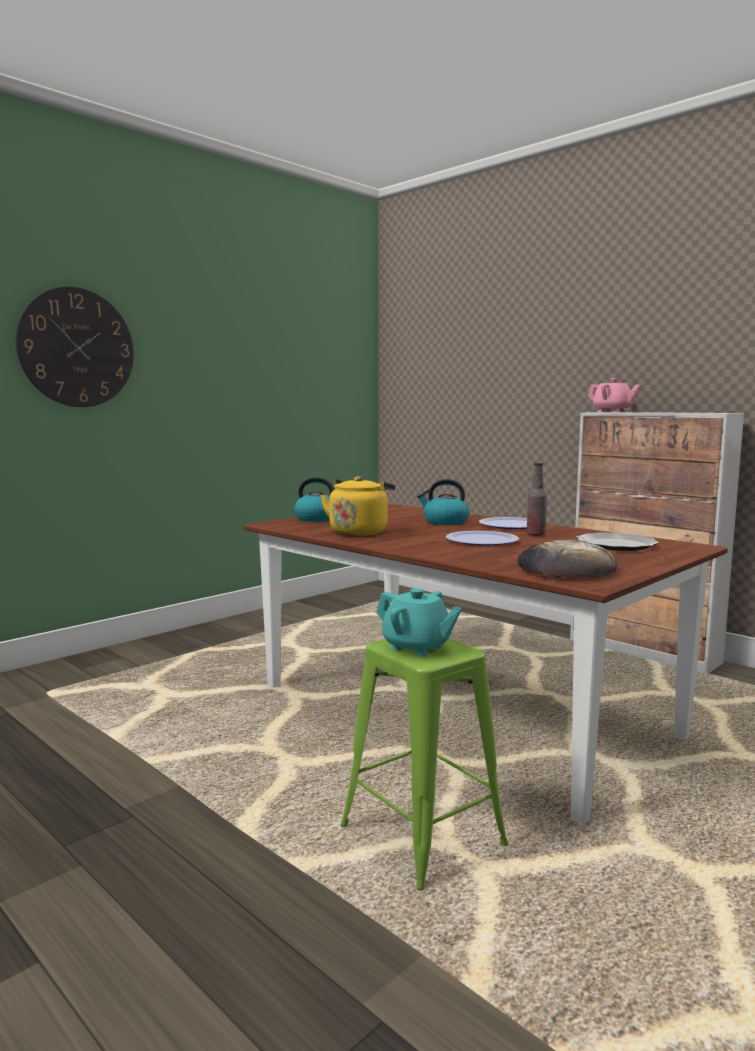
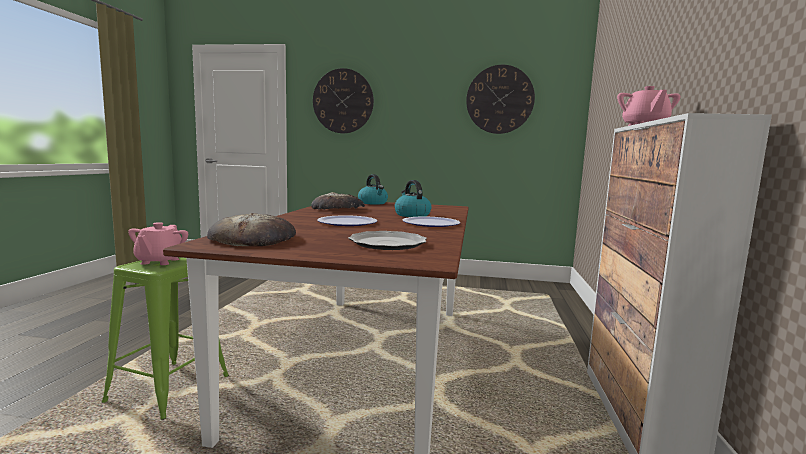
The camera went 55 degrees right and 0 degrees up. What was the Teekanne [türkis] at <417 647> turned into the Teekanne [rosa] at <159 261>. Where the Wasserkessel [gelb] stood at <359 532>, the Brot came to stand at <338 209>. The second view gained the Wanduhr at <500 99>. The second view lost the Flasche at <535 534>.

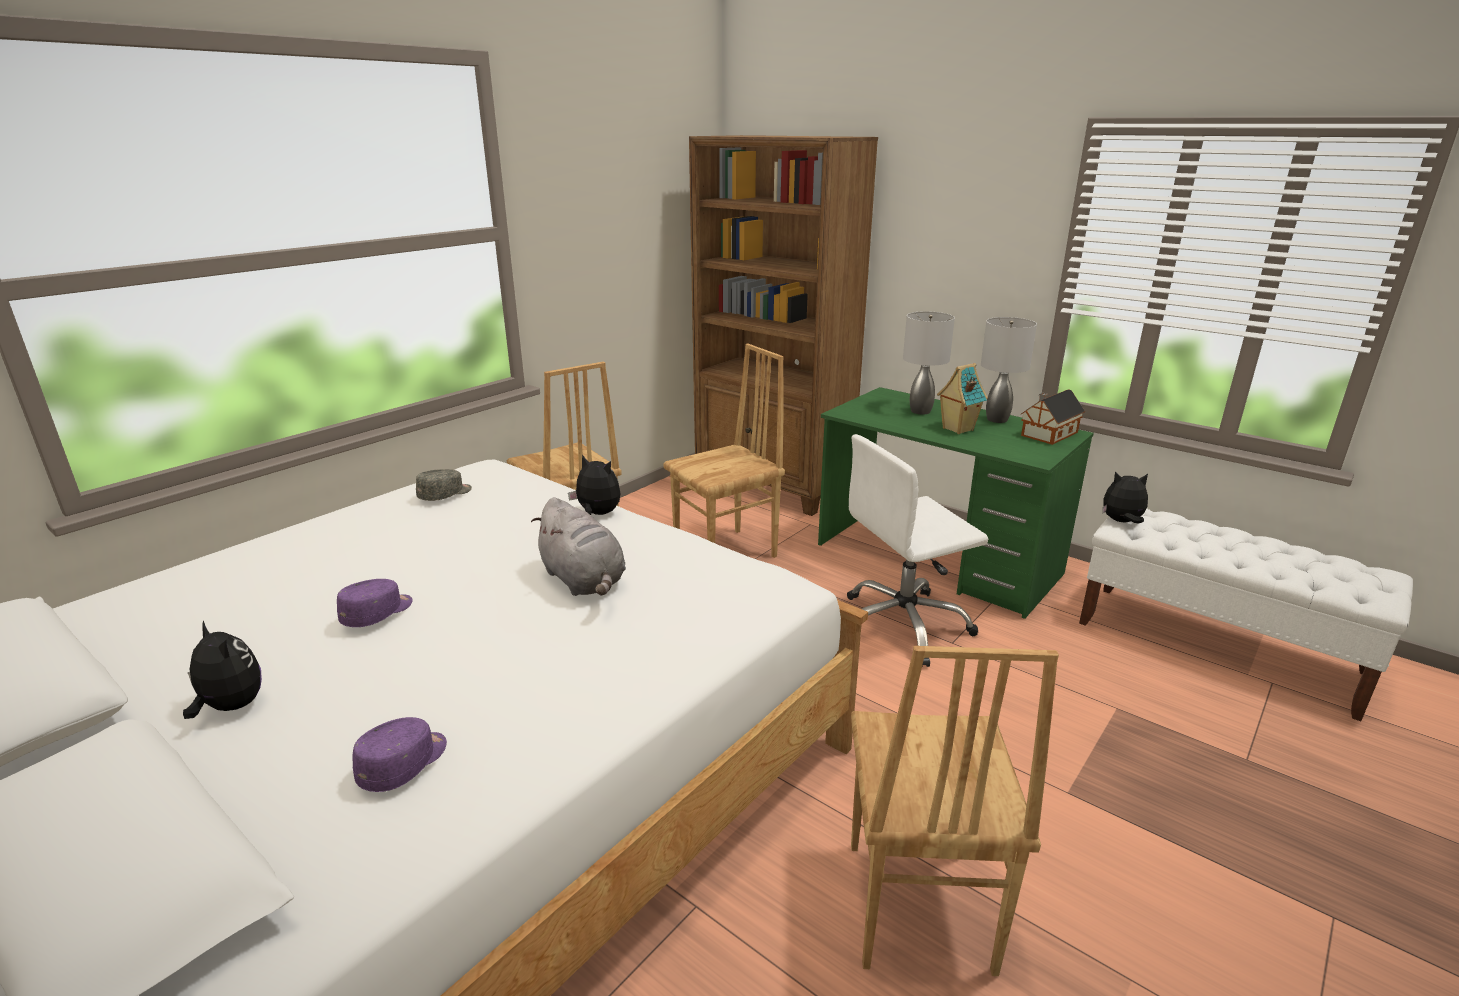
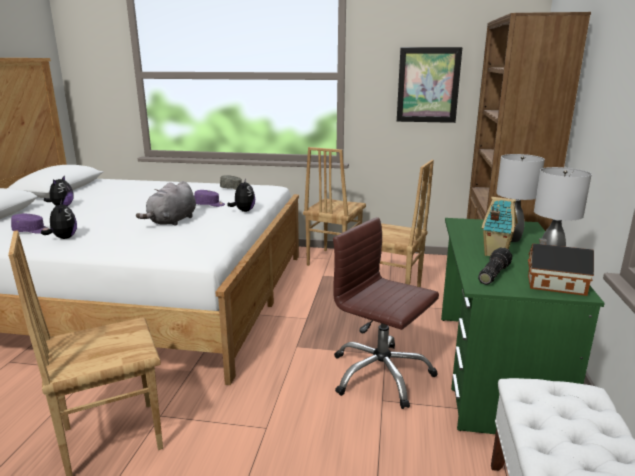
The camera went 60 degrees right and 5 degrees down. The Plüschtier ended up elsewhere, having gone from <1121 522> to <63 238>. The Kappe [lila] ended up elsewhere, having gone from <378 613> to <209 204>. What was the Bürostuhl [weiß] at <903 626> turned into the Bürostuhl [braun] at <380 374>. The second view gained the Bild at <428 85>. The second view gained the Taschenlampe at <492 274>.

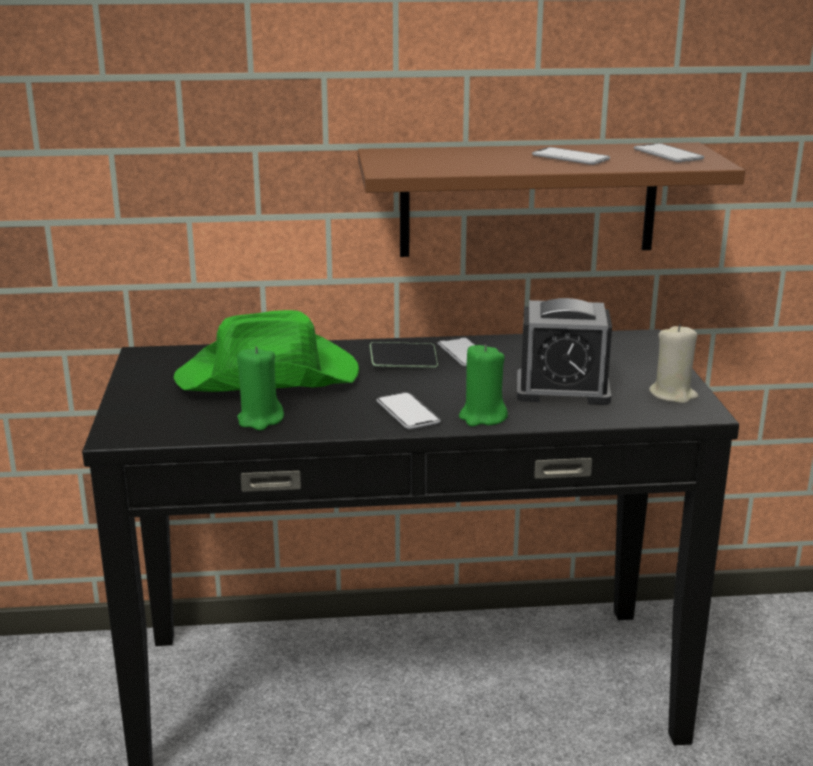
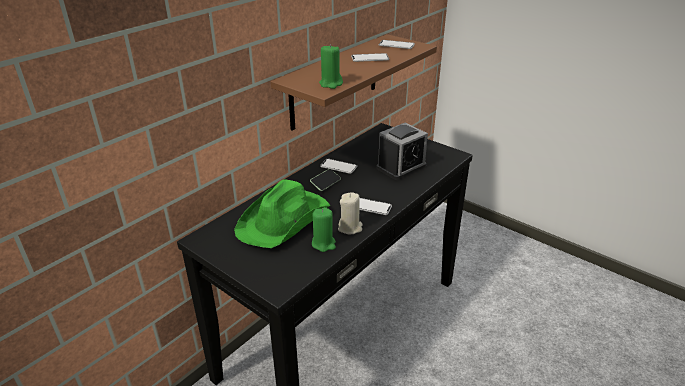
The camera went 45 degrees left and 10 degrees up. The Kerze [grün] ended up elsewhere, having gone from <482 417> to <331 84>. The Kerze [beige] ended up elsewhere, having gone from <673 394> to <350 227>.

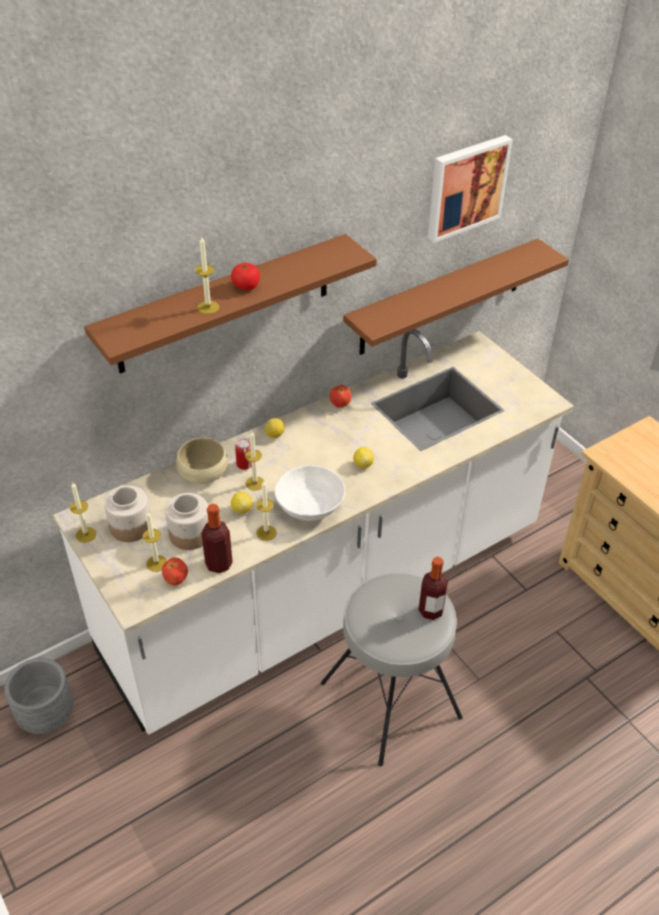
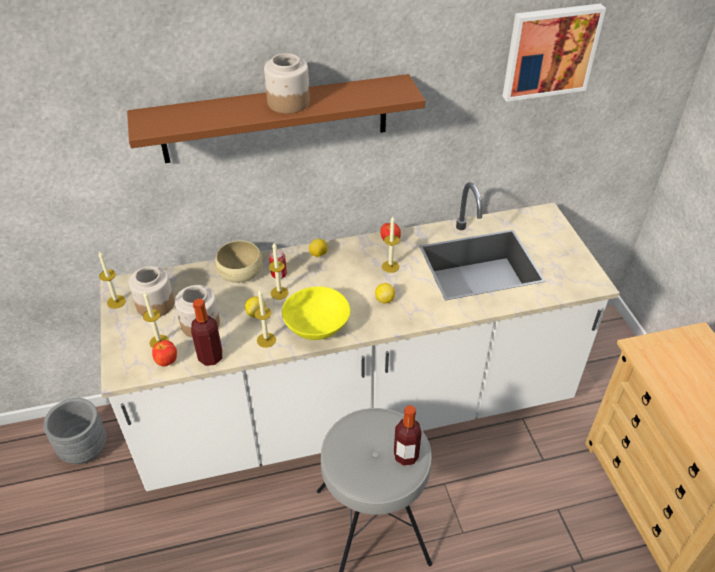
The camera went 20 degrees right and 0 degrees up. Where the Tomate stood at <246 286>, the Vorratsglas came to stand at <288 102>. What was the Schüssel [weiß] at <310 507> turned into the Schüssel [gelb] at <317 327>. The Kerze ended up elsewhere, having gone from <208 307> to <390 266>. The second view lost the Wandregal [braun] at <442 297>.

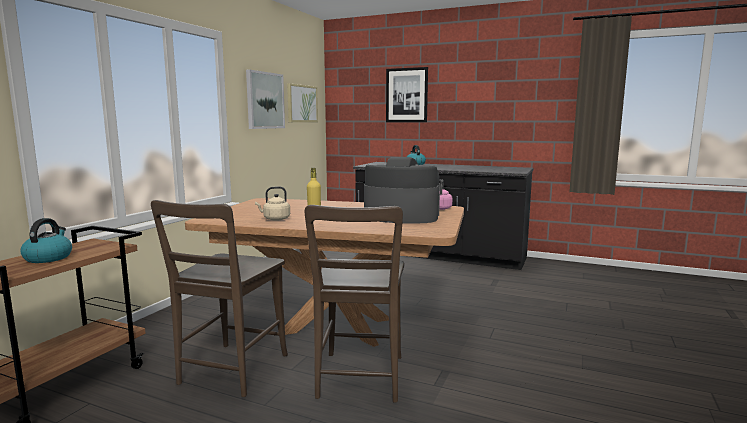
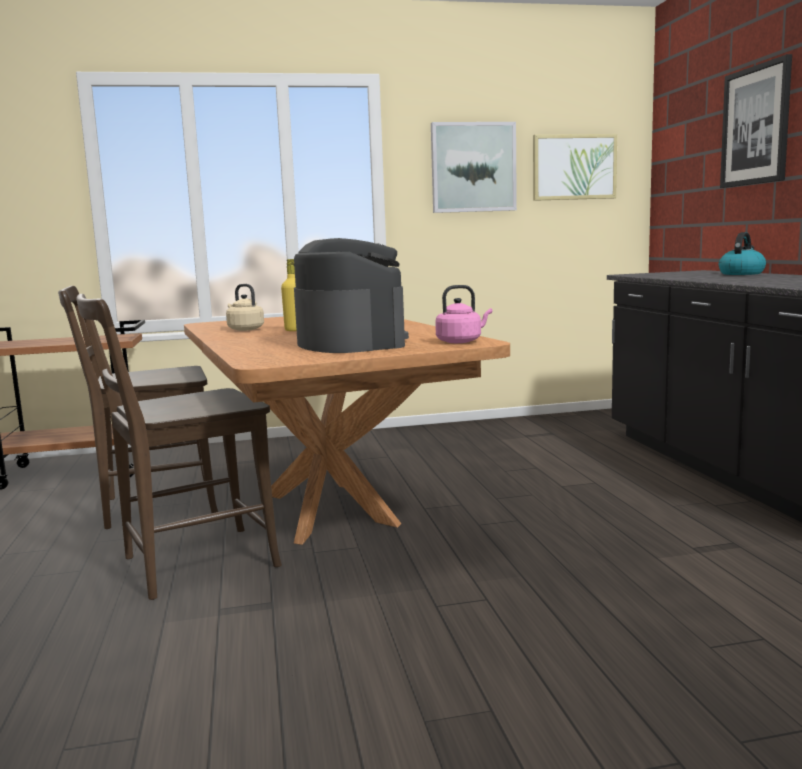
The camera went 55 degrees right and 0 degrees up. The second view lost the Wasserkessel at <48 258>.

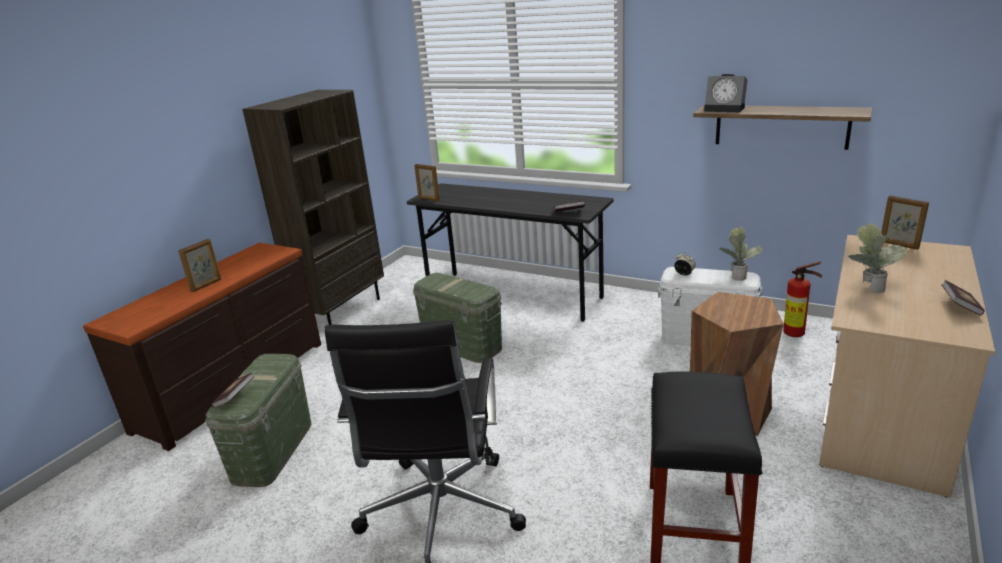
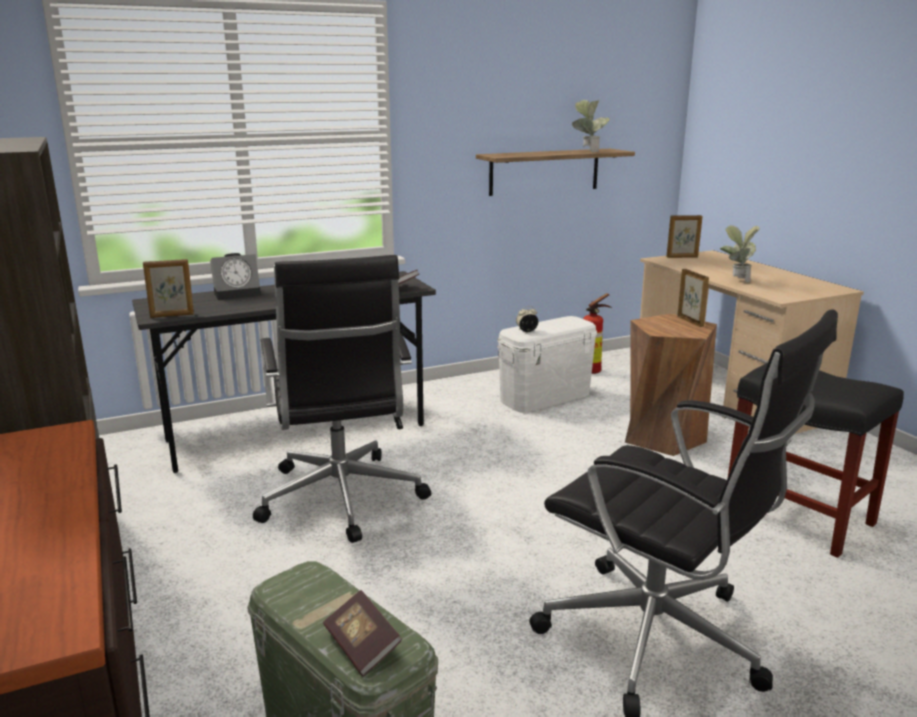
The camera went 55 degrees left and 5 degrees down. The Wecker ended up elsewhere, having gone from <726 109> to <238 293>. Where the Aufbewahrungsbox [grün] stood at <461 345>, the Bürostuhl [schwarz] came to stand at <341 500>. The Topfpflanze ended up elsewhere, having gone from <737 276> to <587 151>. The Bilderrahmen ended up elsewhere, having gone from <206 285> to <690 321>. The second view lost the Buch at <960 306>.

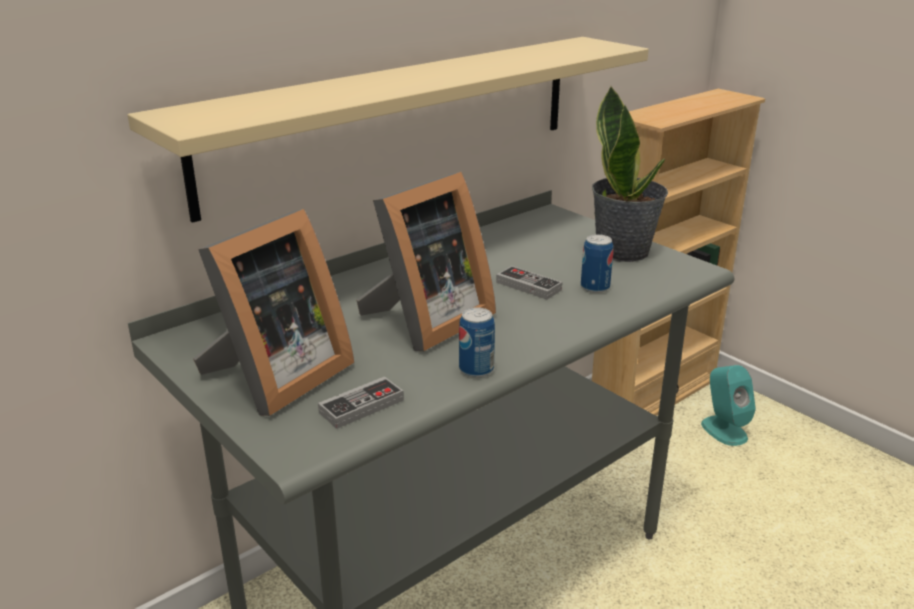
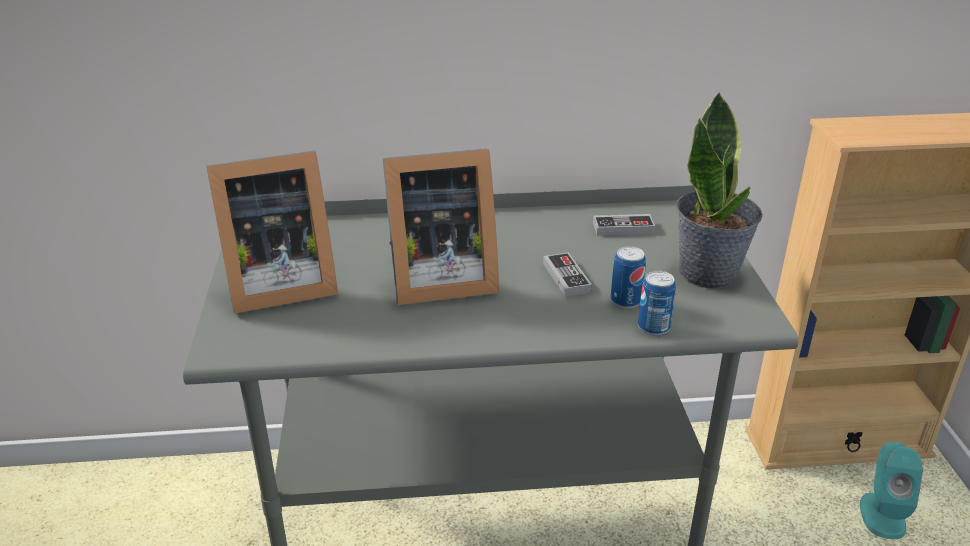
The camera went 35 degrees right and 5 degrees up. The Gamepad ended up elsewhere, having gone from <361 406> to <623 228>. The Dose ended up elsewhere, having gone from <476 369> to <653 327>. The second view lost the Wandregal [beige] at <398 119>.

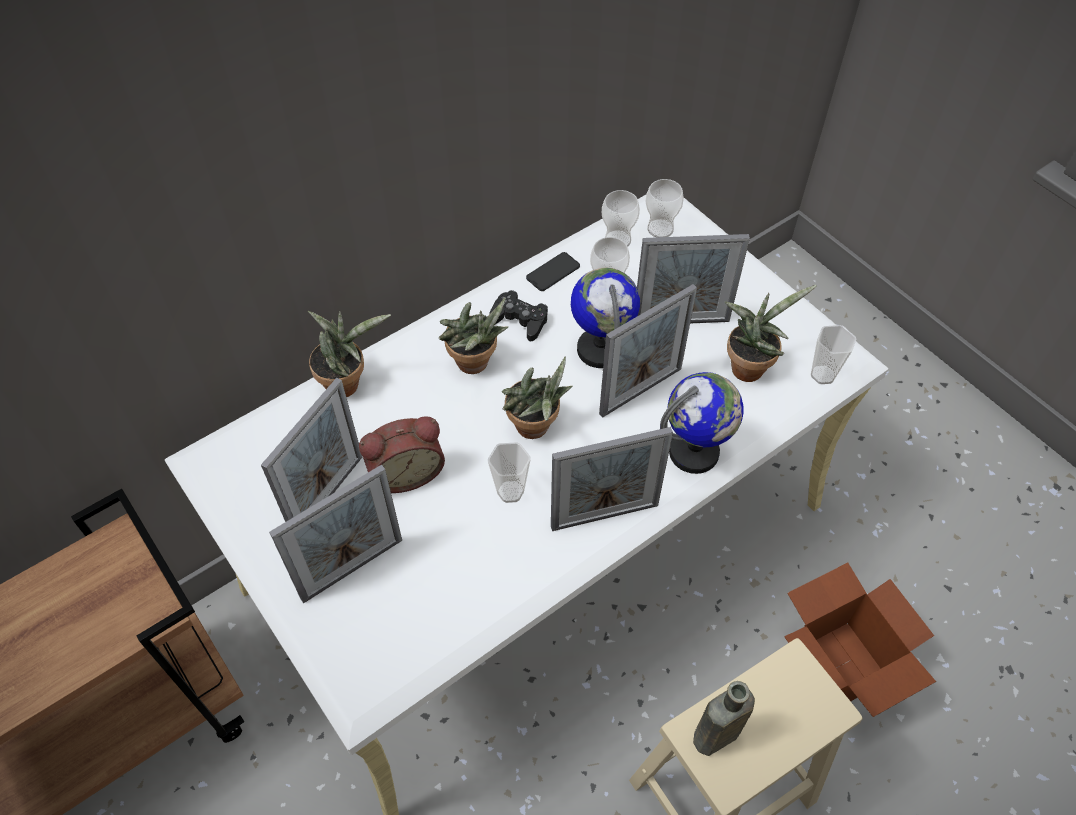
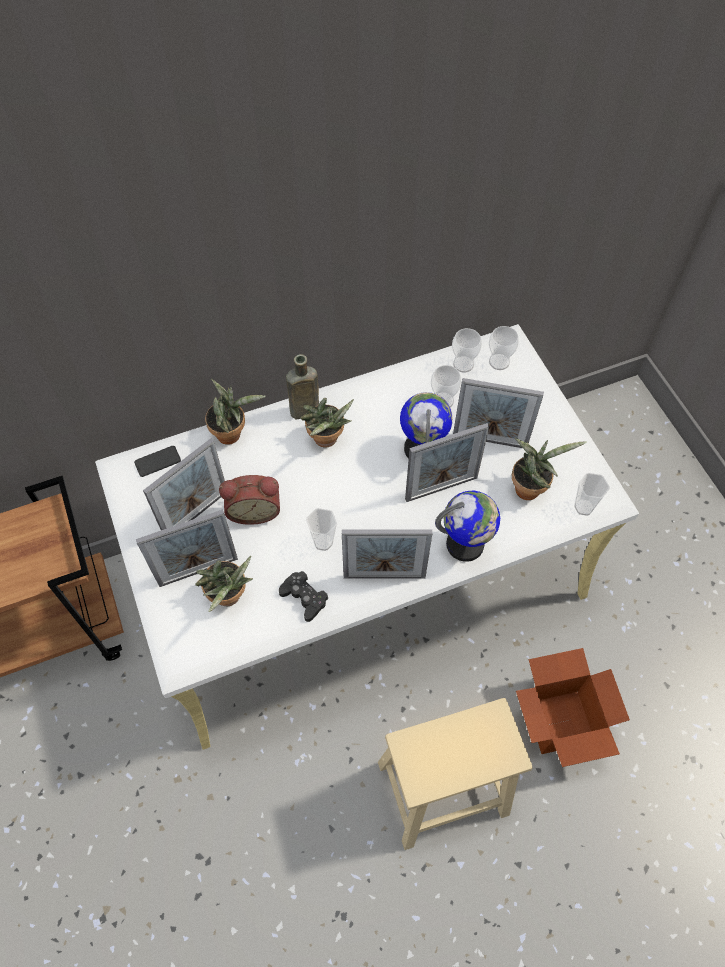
The camera went 15 degrees right and 5 degrees up. The Handy ended up elsewhere, having gone from <553 272> to <157 461>. The Topfpflanze ended up elsewhere, having gone from <536 429> to <229 598>. The Gamepad [schwarz] ended up elsewhere, having gone from <520 320> to <304 598>. The Flasche [braun] ended up elsewhere, having gone from <712 738> to <302 411>.

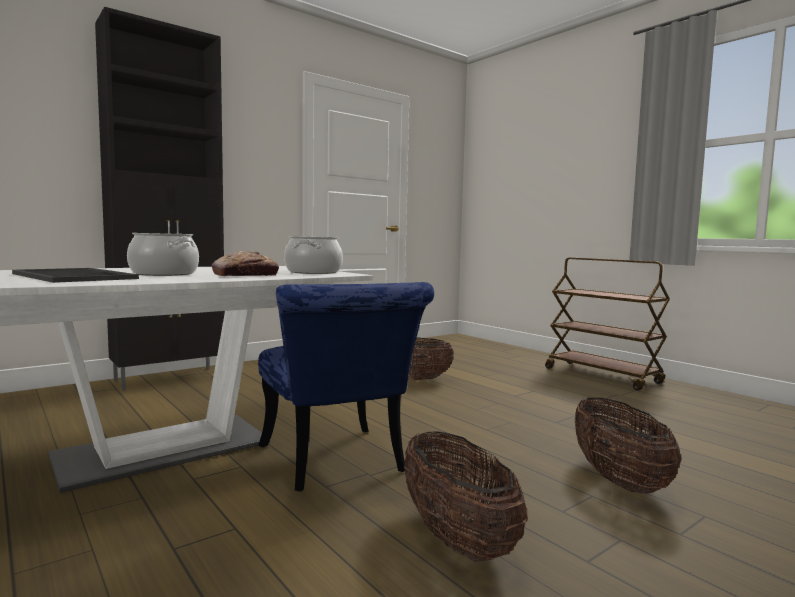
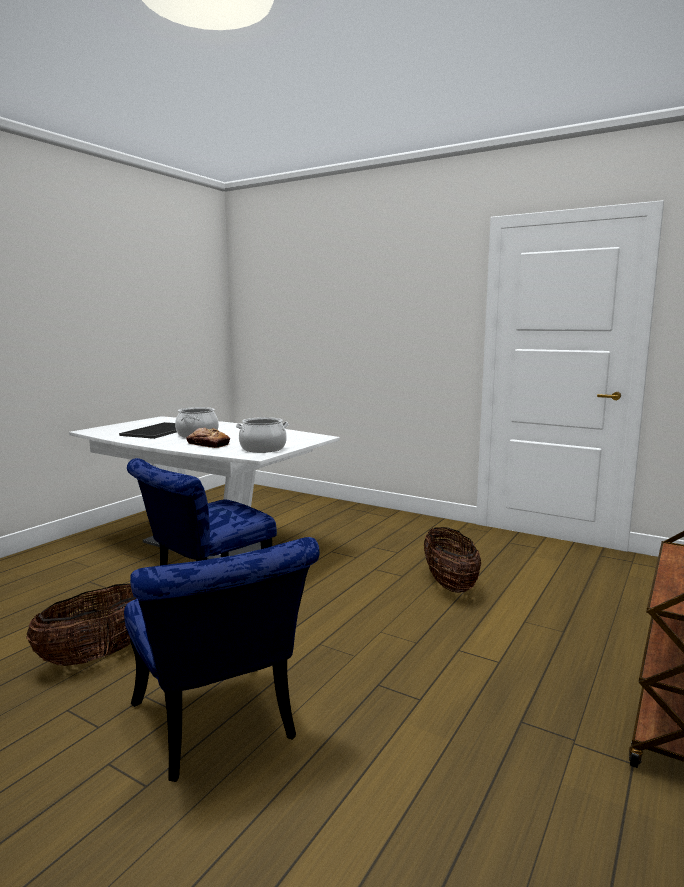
The camera went 70 degrees right and 5 degrees up. Where the Korb stood at <618 480>, the Stuhl [blau] came to stand at <219 729>. The second view lost the Schrank [schwarz] at <170 378>.

